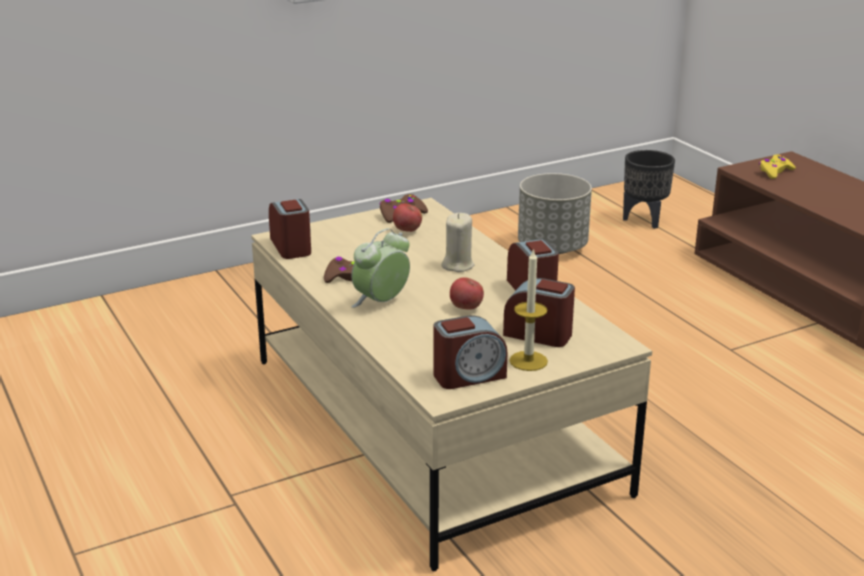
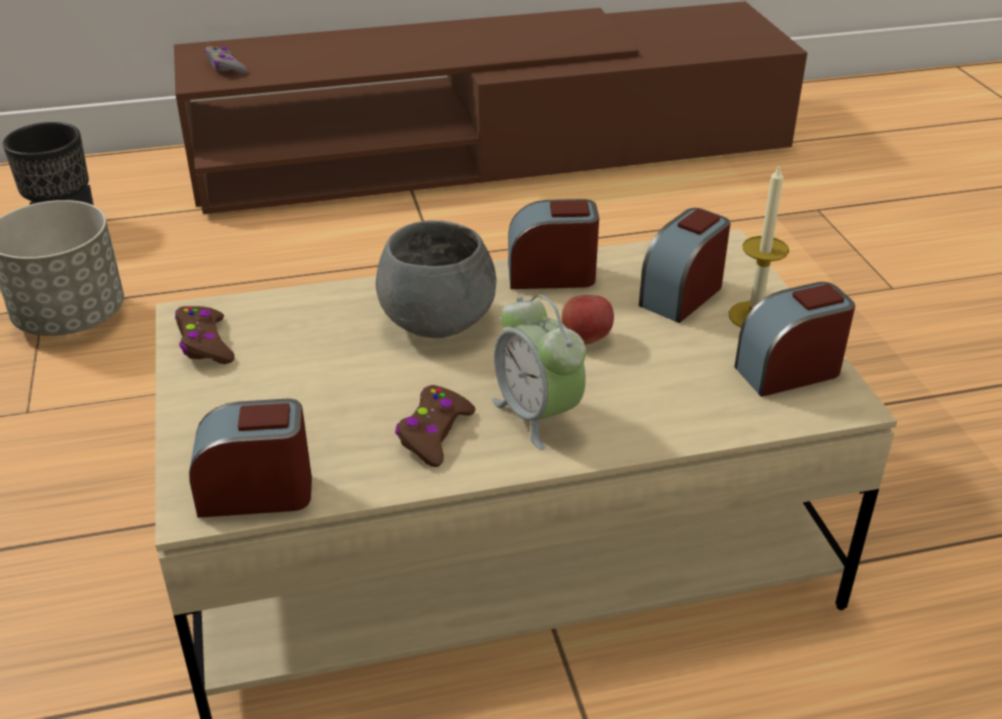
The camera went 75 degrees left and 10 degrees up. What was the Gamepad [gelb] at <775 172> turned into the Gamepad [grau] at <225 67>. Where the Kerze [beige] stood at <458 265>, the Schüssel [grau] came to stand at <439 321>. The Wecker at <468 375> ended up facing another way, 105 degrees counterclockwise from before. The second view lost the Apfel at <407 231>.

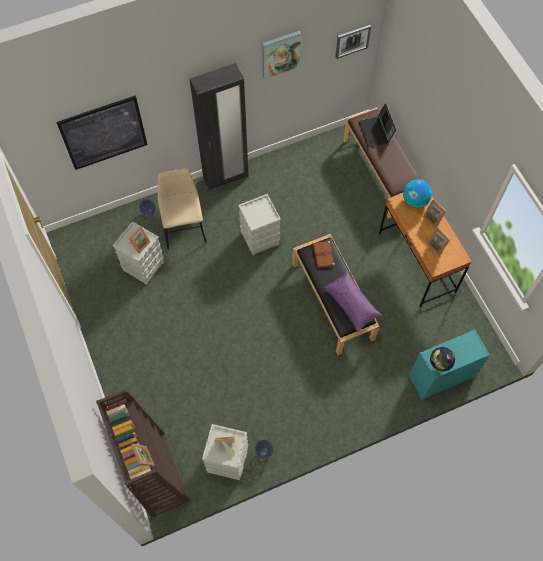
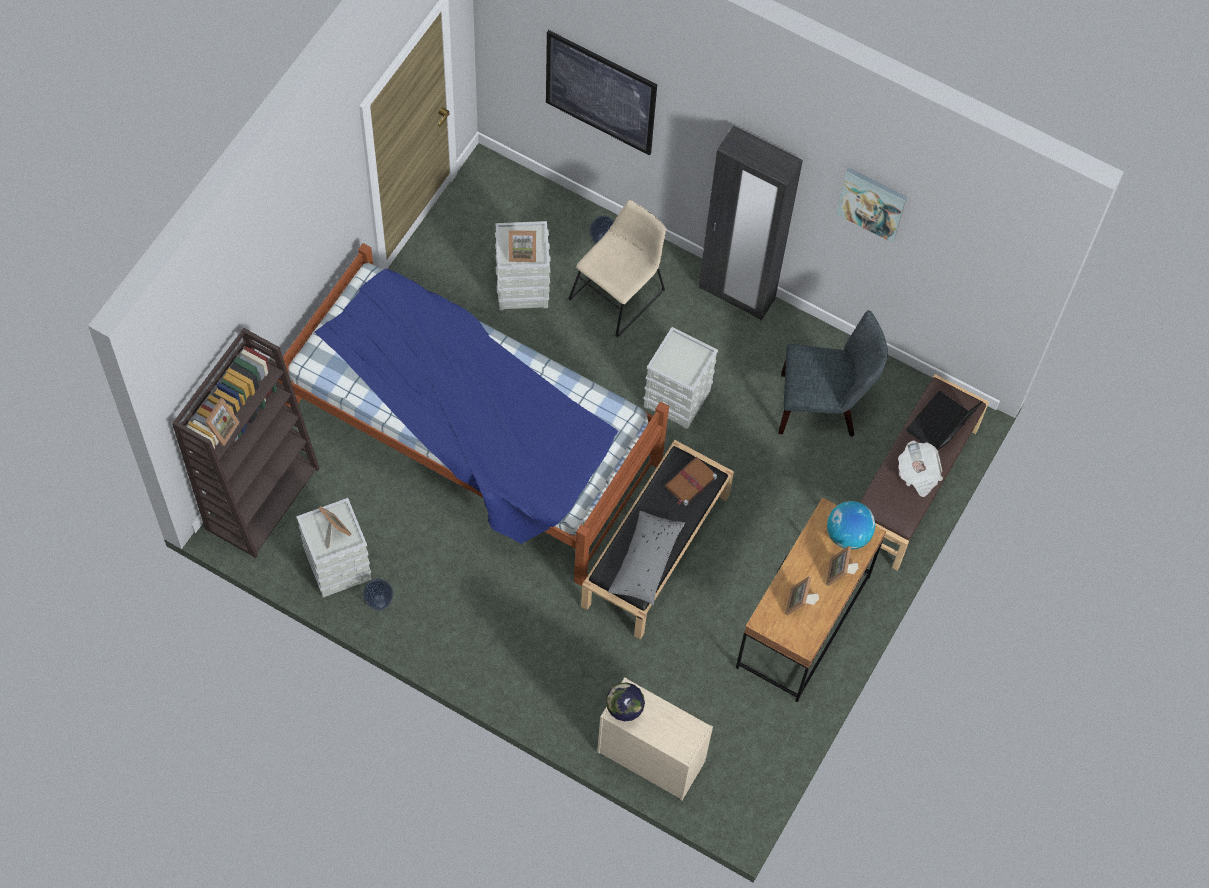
The camera went 50 degrees right and 0 degrees up. The second view gained the Bett at <472 443>. What was the Kommode [türkis] at <440 377> turned into the Kommode [beige] at <649 756>. What was the Kissen [lila] at <351 303> turned into the Kissen [grau] at <646 561>. The second view gained the Stuhl [grau] at <823 406>. The second view gained the Zeitung at <918 474>. The second view lost the Bild at <352 41>.

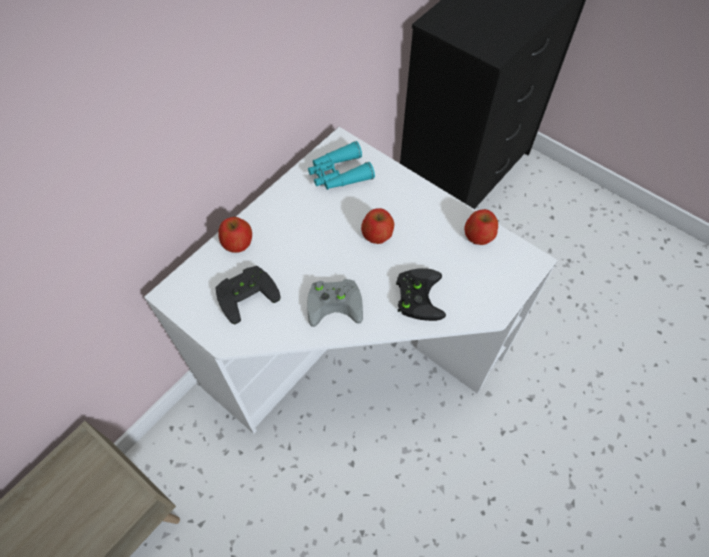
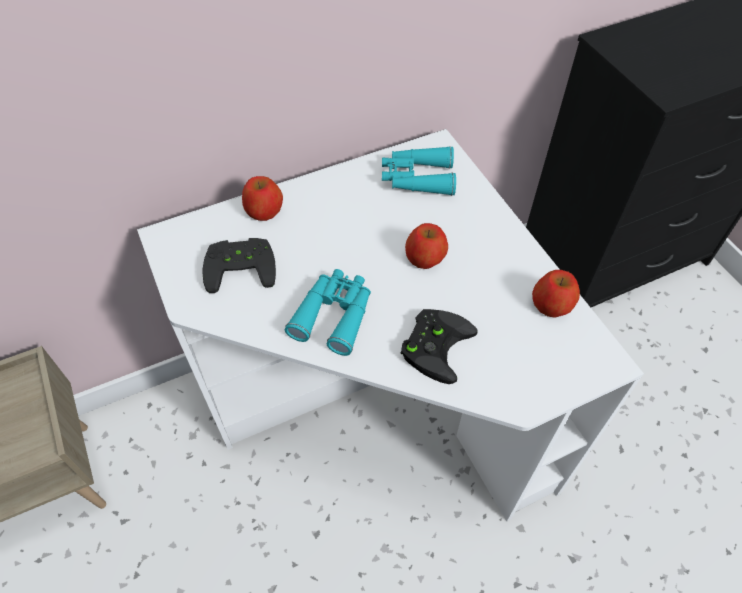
The camera went 25 degrees right and 5 degrees down. Where the Gamepad [grau] stood at <336 302>, the Fernglas [türkis] came to stand at <334 315>.

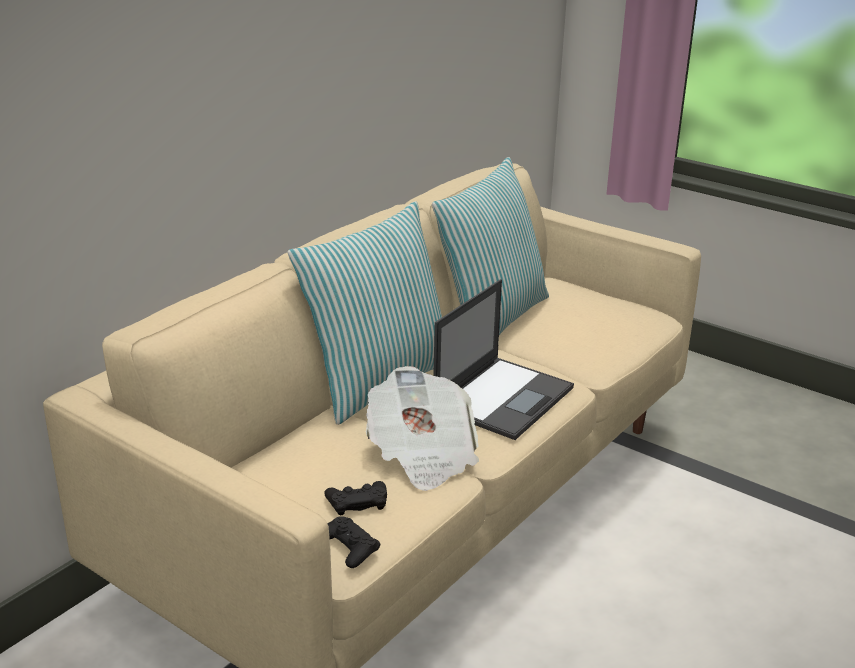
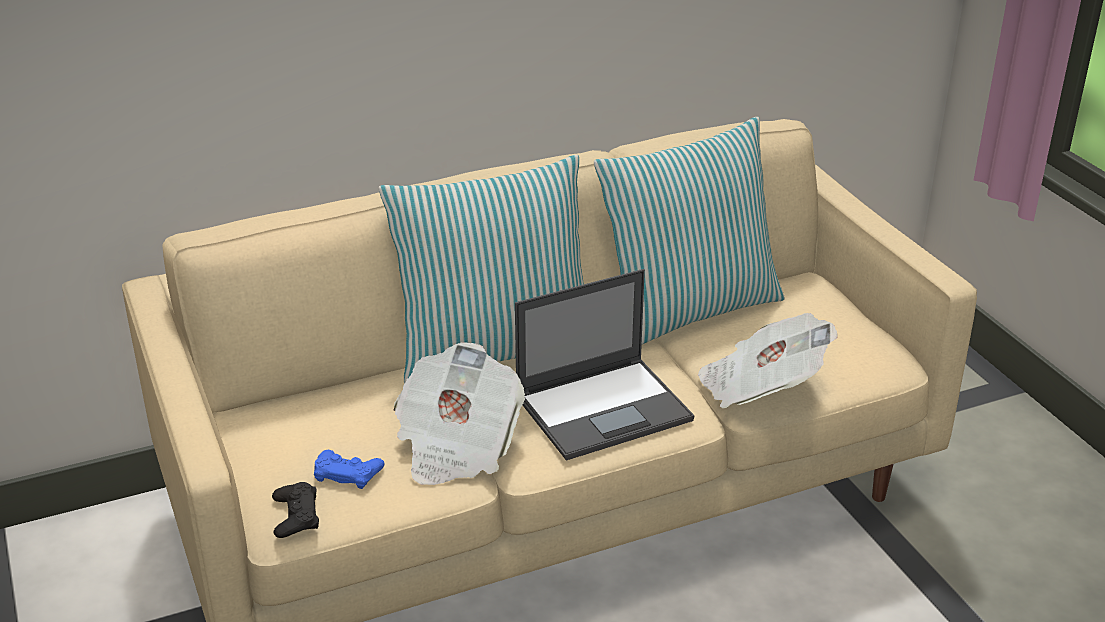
The camera went 30 degrees right and 5 degrees up. What was the Gamepad [schwarz] at <357 502> turned into the Gamepad [blau] at <347 473>. The second view gained the Zeitung at <761 388>.

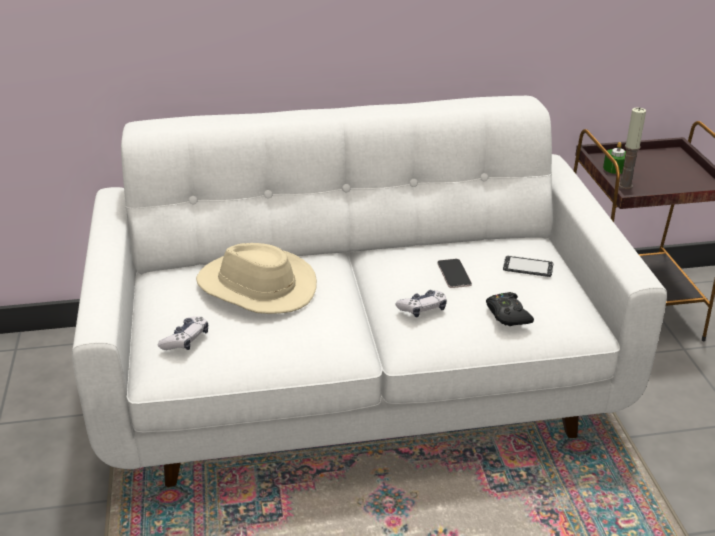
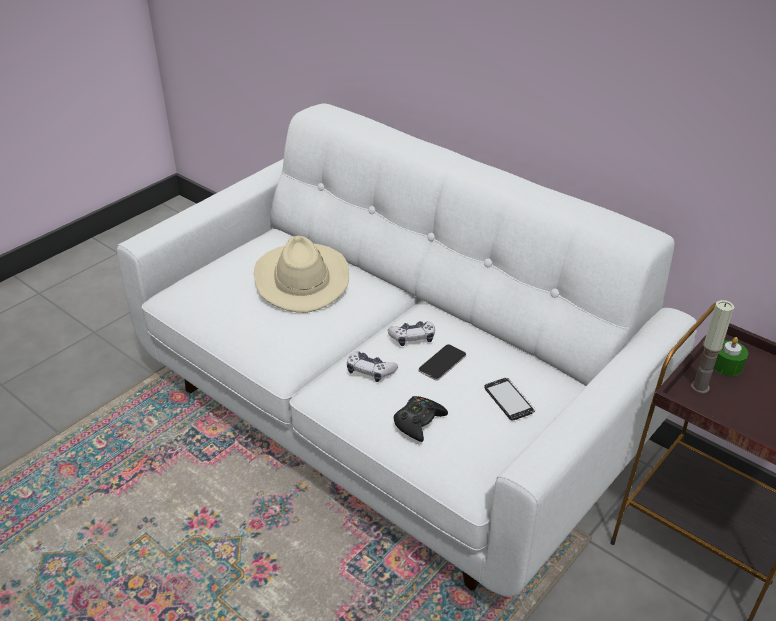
The camera went 50 degrees right and 5 degrees up. The Gamepad ended up elsewhere, having gone from <185 340> to <412 338>.

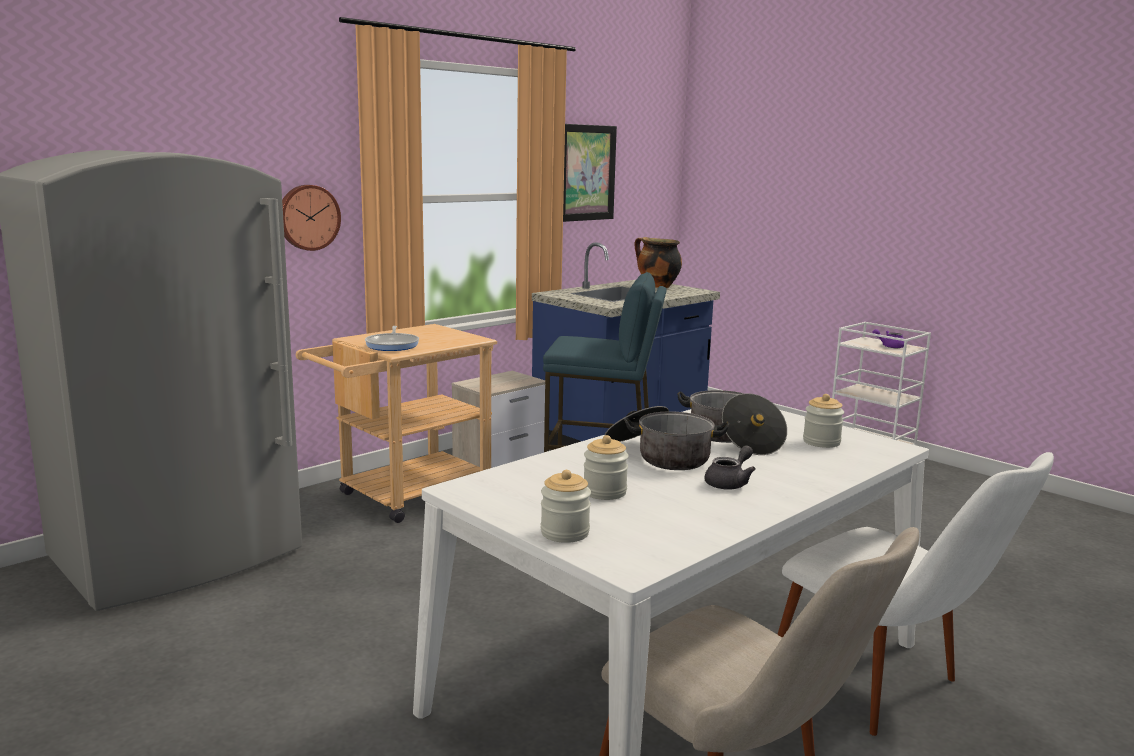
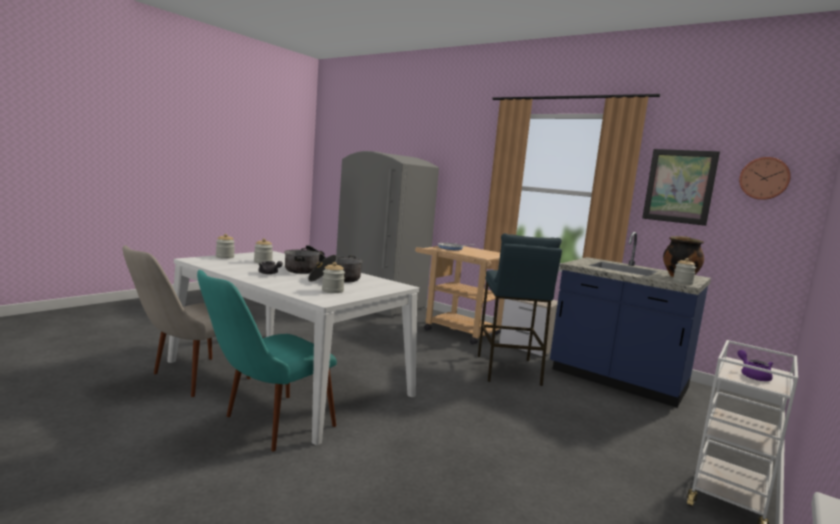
The camera went 80 degrees right and 5 degrees down. What was the Stuhl [weiß] at <889 691> turned into the Stuhl [türkis] at <264 427>. The second view gained the Vorratsglas at <682 282>. The Wanduhr ended up elsewhere, having gone from <308 217> to <764 178>.

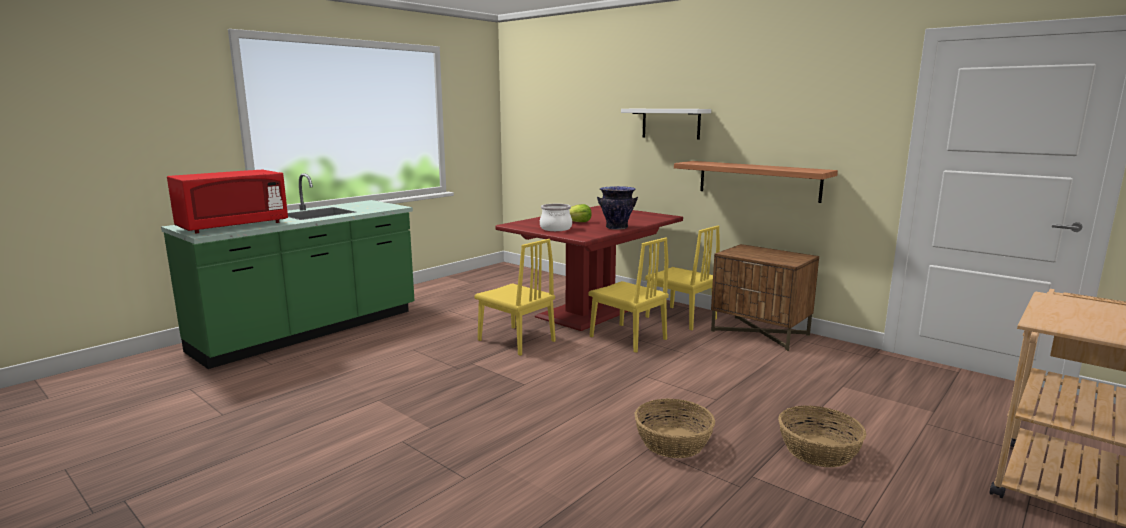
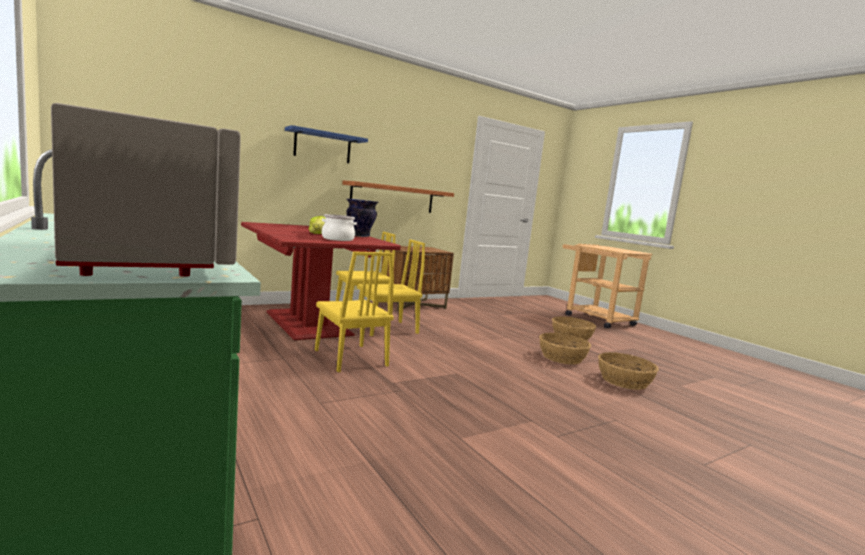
The camera went 75 degrees left and 5 degrees down. What was the Mikrowelle [rot] at <233 226> turned into the Mikrowelle [grau] at <154 259>. What was the Wandregal [weiß] at <671 123> turned into the Wandregal [blau] at <322 146>. The Stuhl [gelb] at <516 340> ended up facing another way, 90 degrees clockwise from before. The second view gained the Korb at <624 381>.

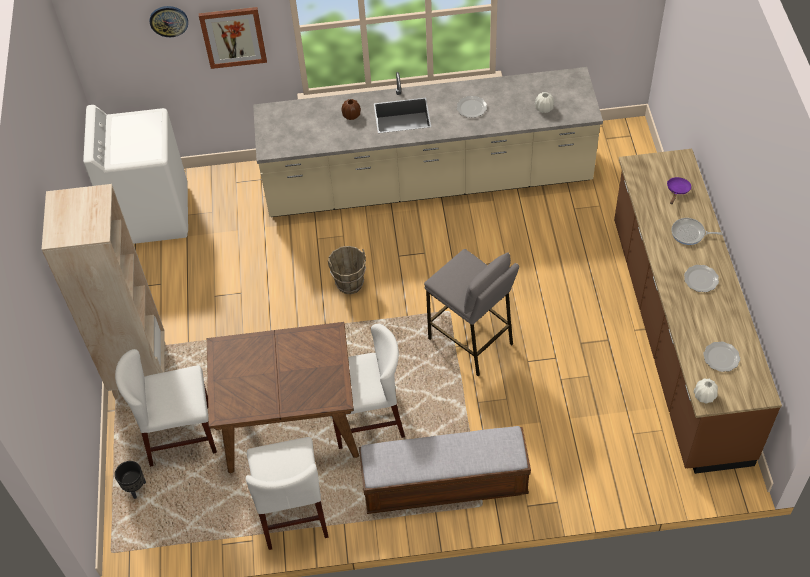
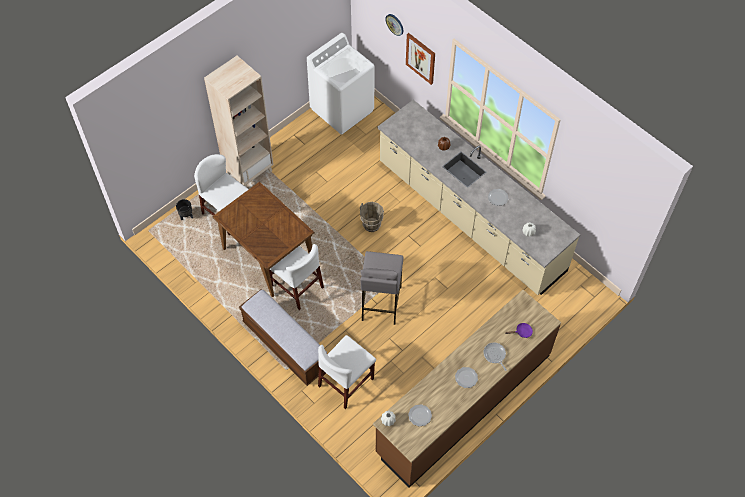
The camera went 50 degrees right and 5 degrees up. The Stuhl [weiß] ended up elsewhere, having gone from <293 512> to <346 382>.

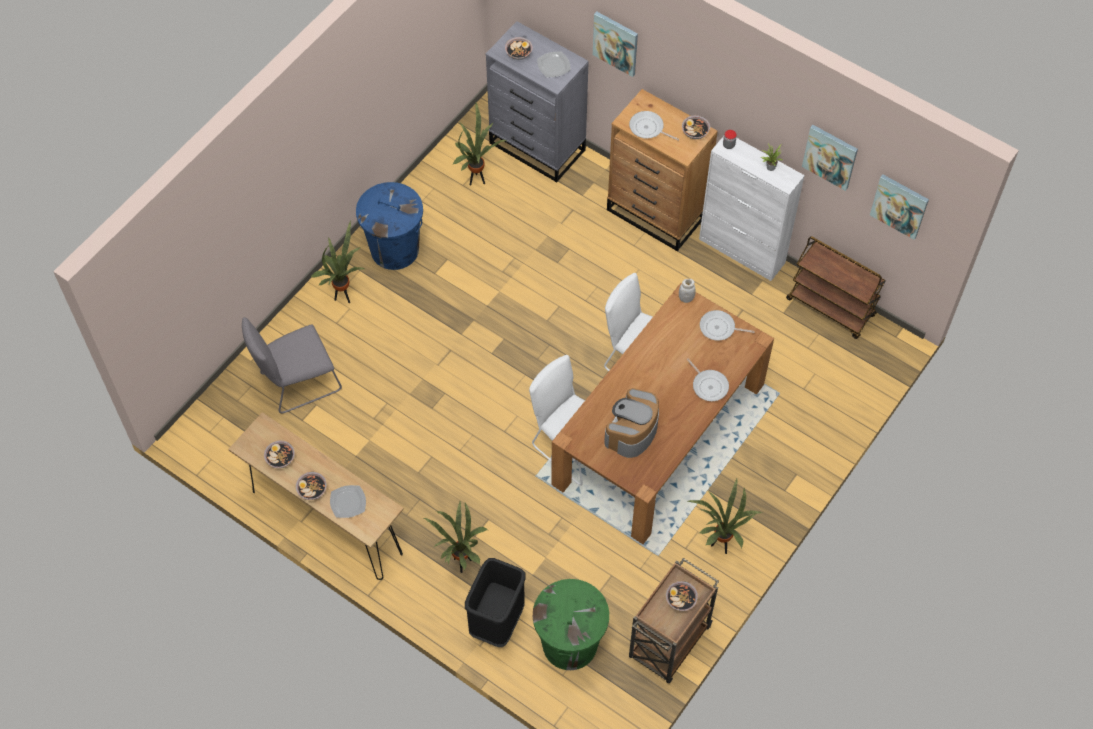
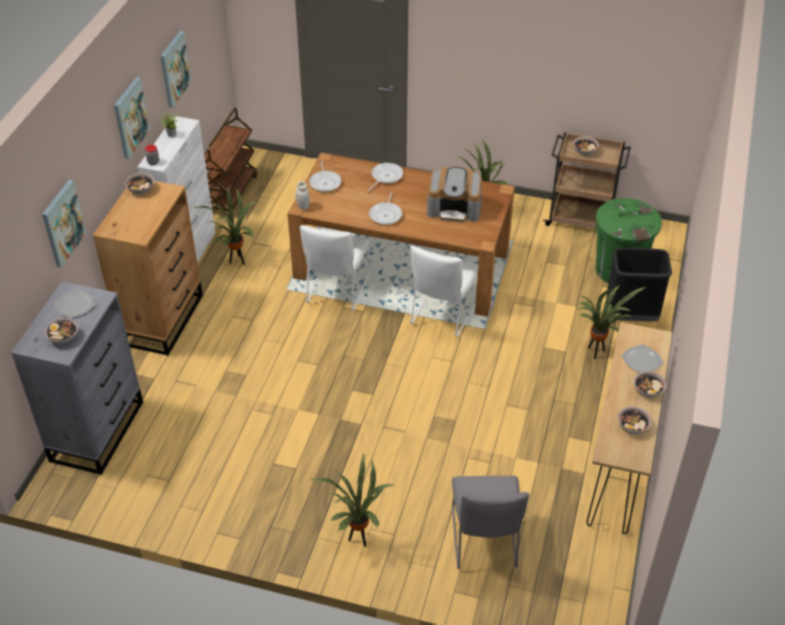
The camera went 110 degrees left and 15 degrees down. The Bild ended up elsewhere, having gone from <899 205> to <130 117>. The Topfpflanze ended up elsewhere, having gone from <477 180> to <236 261>. The Pfanne ended up elsewhere, having gone from <648 128> to <386 214>. The Stuhl [grau] at <297 383> ended up facing another way, 45 degrees clockwise from before. The second view lost the Mülleimer [blau] at <394 249>.

